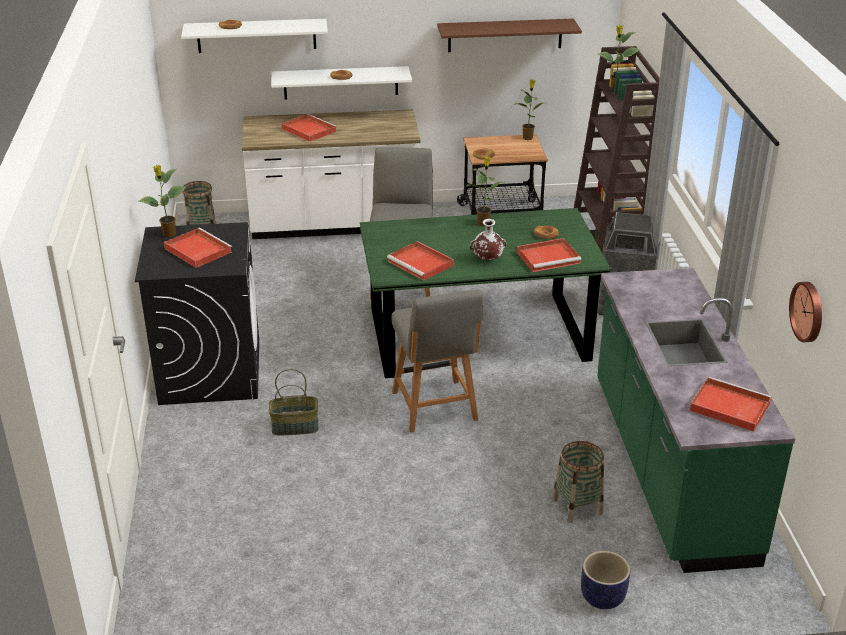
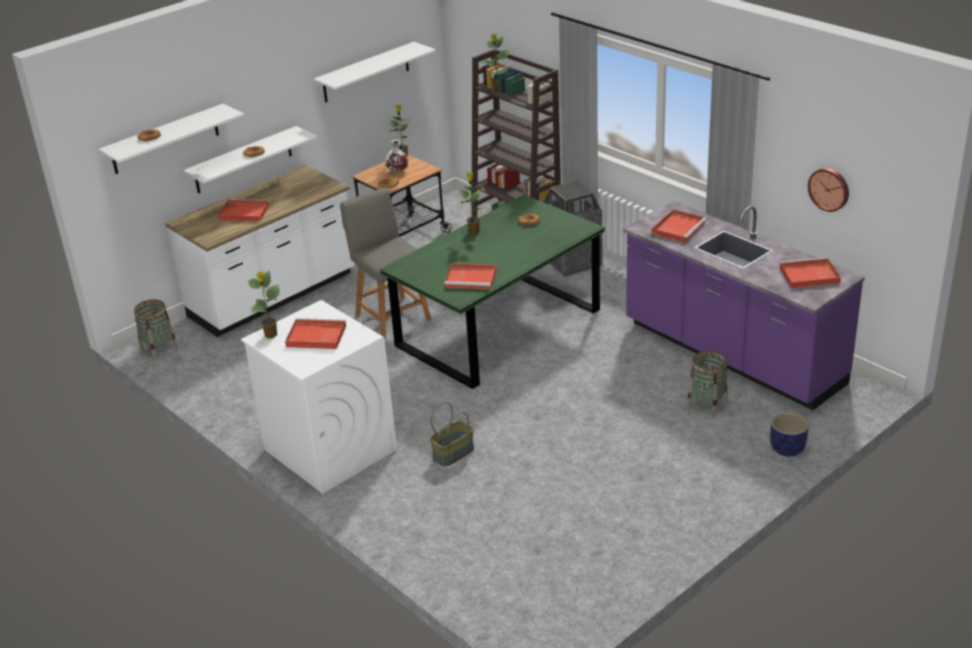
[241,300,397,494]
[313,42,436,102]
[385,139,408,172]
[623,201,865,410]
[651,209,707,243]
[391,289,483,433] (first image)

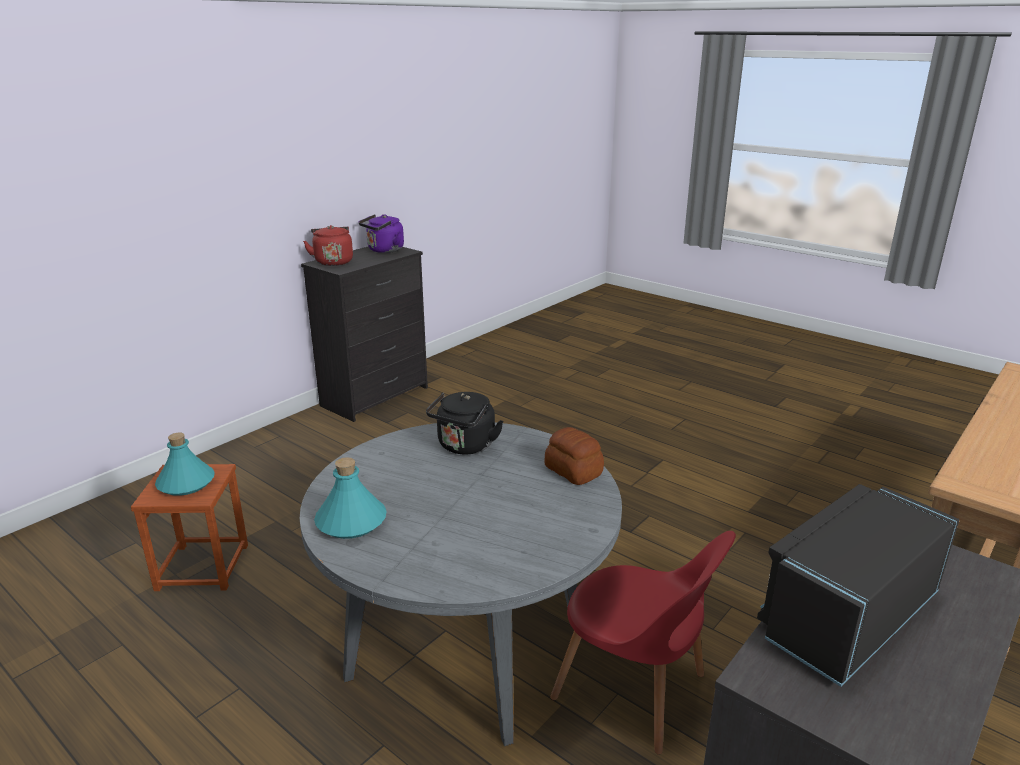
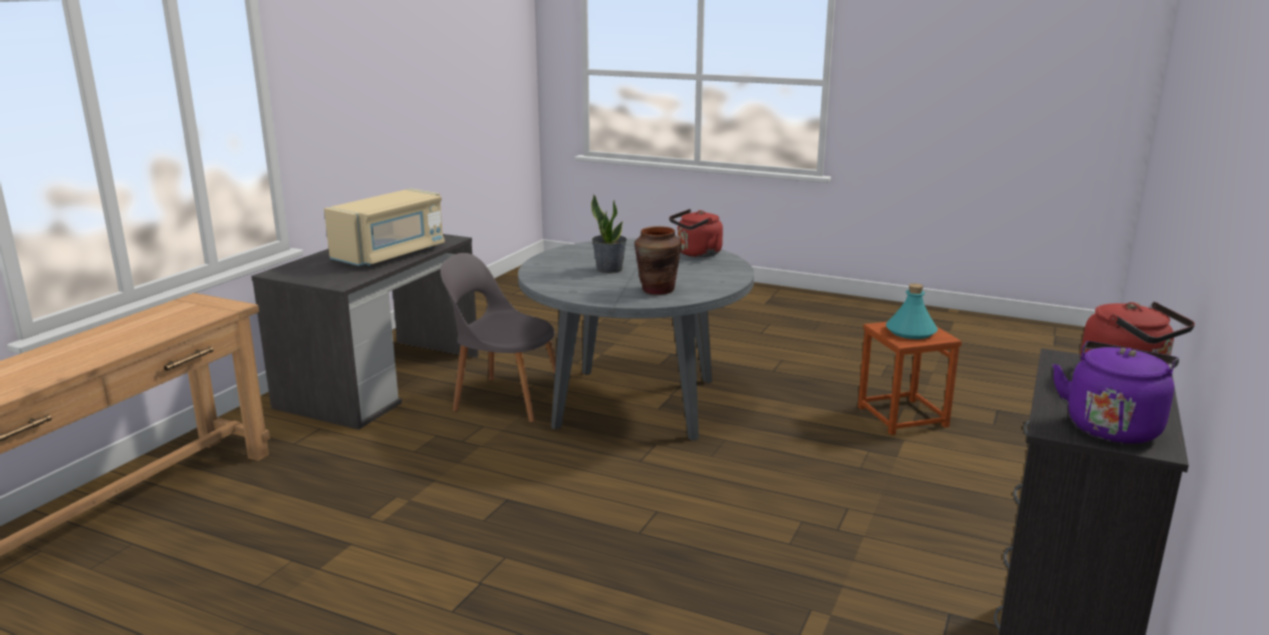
[324,188,445,266]
[440,253,556,423]
[591,194,627,273]
[635,226,681,295]
[669,209,723,257]
[545,427,604,485] (first image)

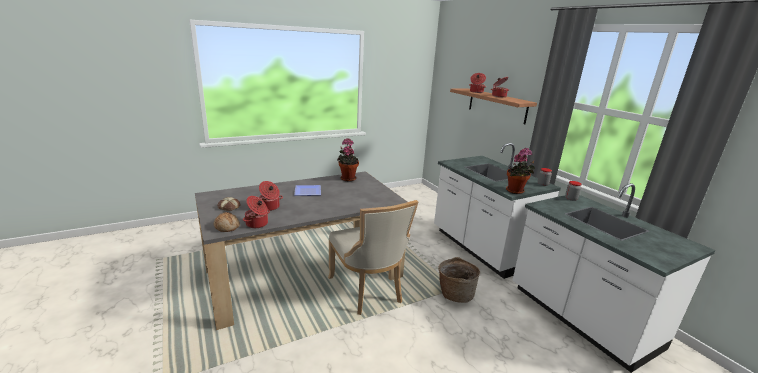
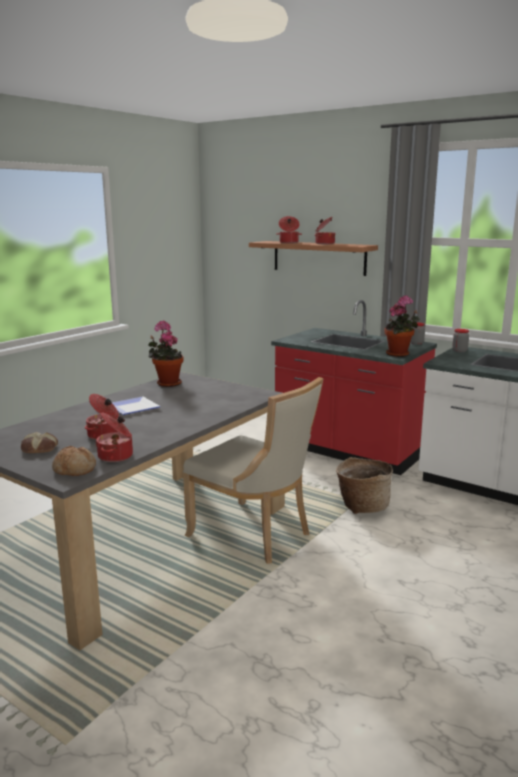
[271,300,437,475]

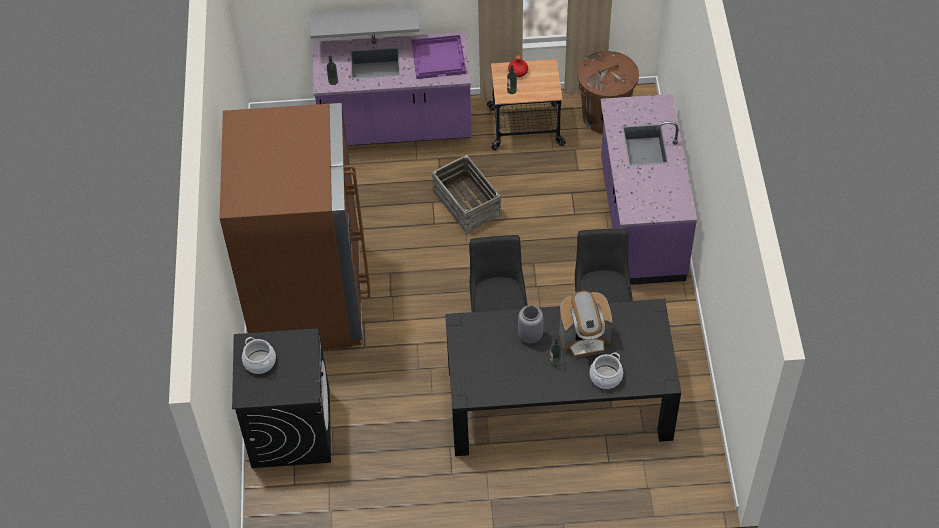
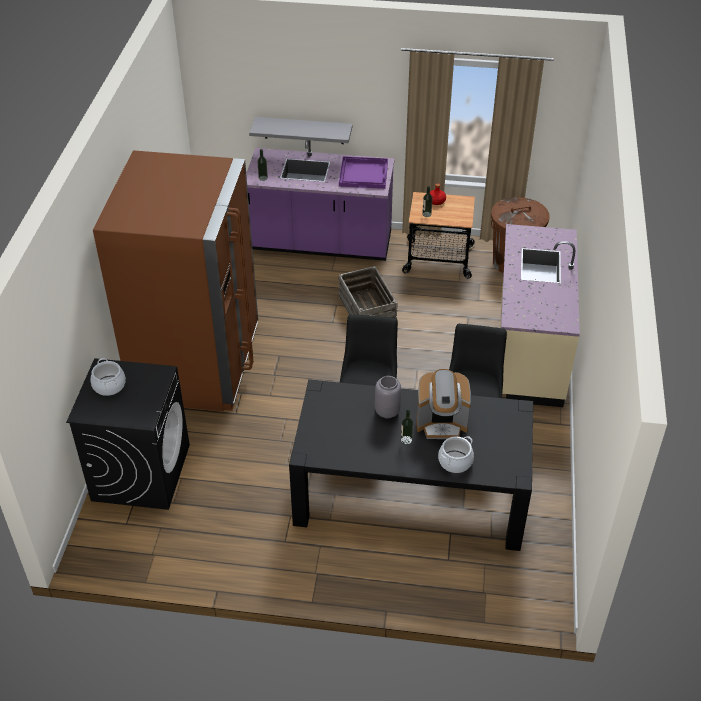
[500,224,580,407]

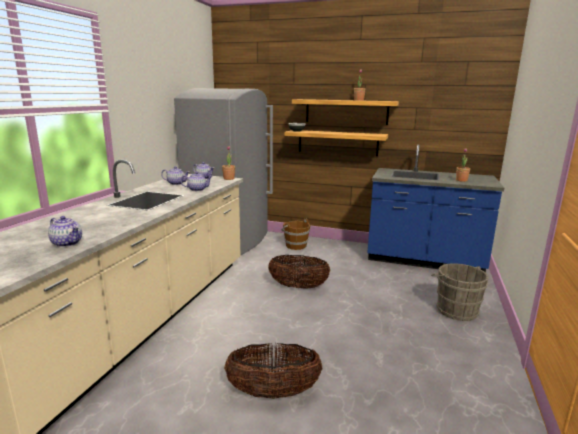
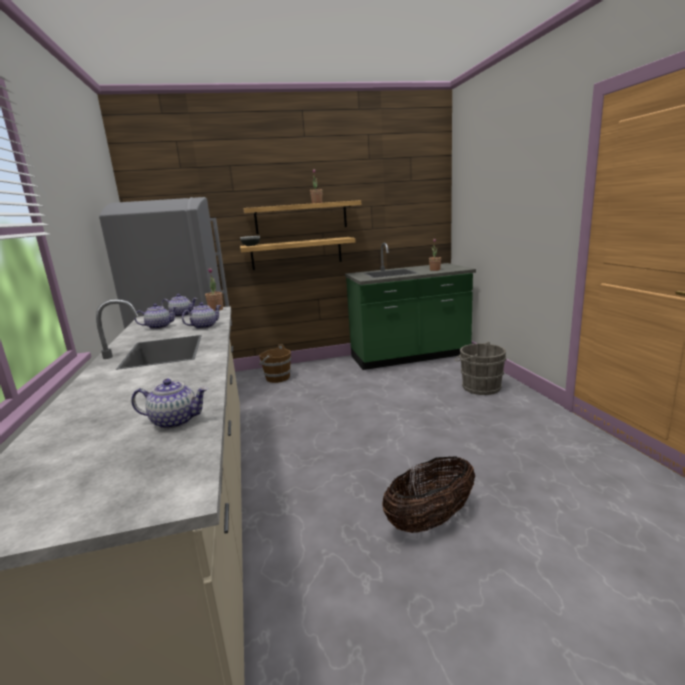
[345,243,476,370]
[268,255,330,289] (first image)

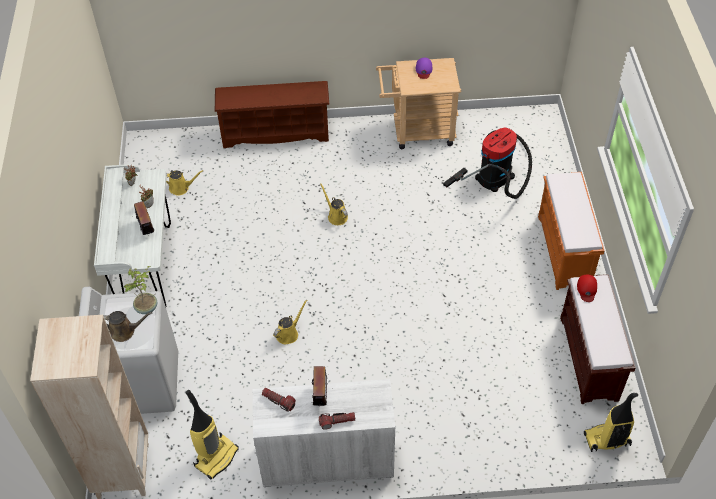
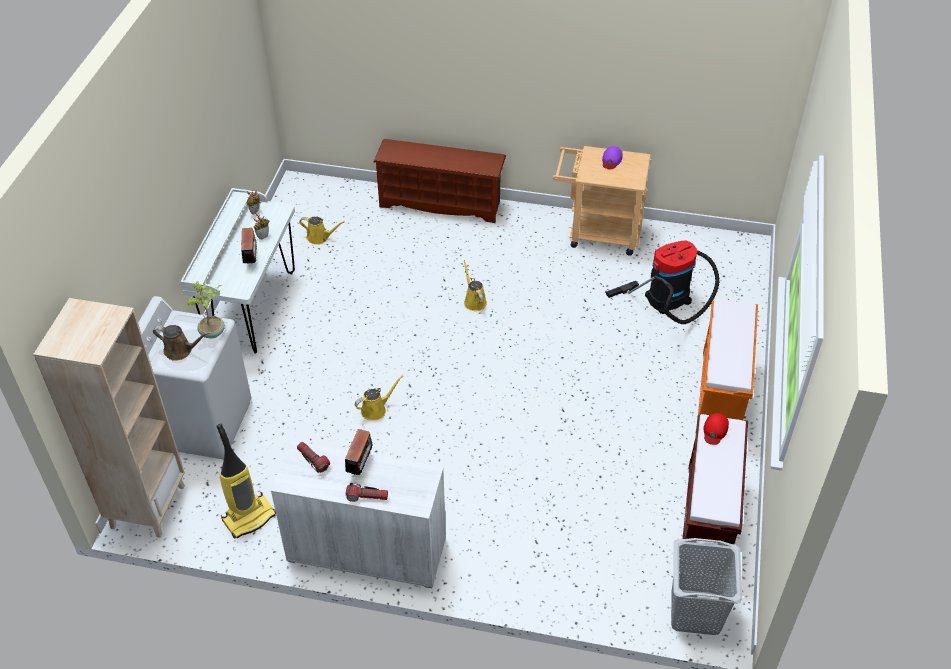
[671,538,742,635]

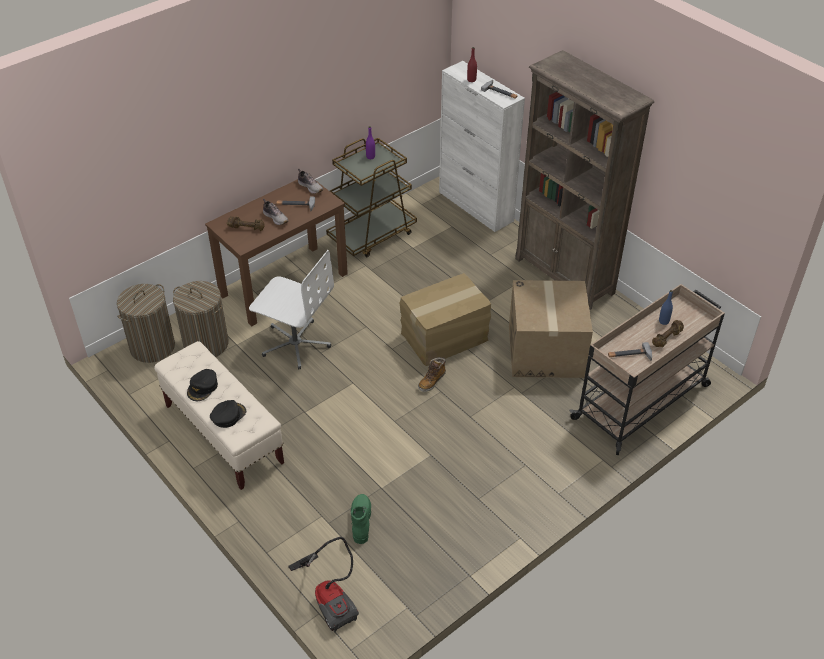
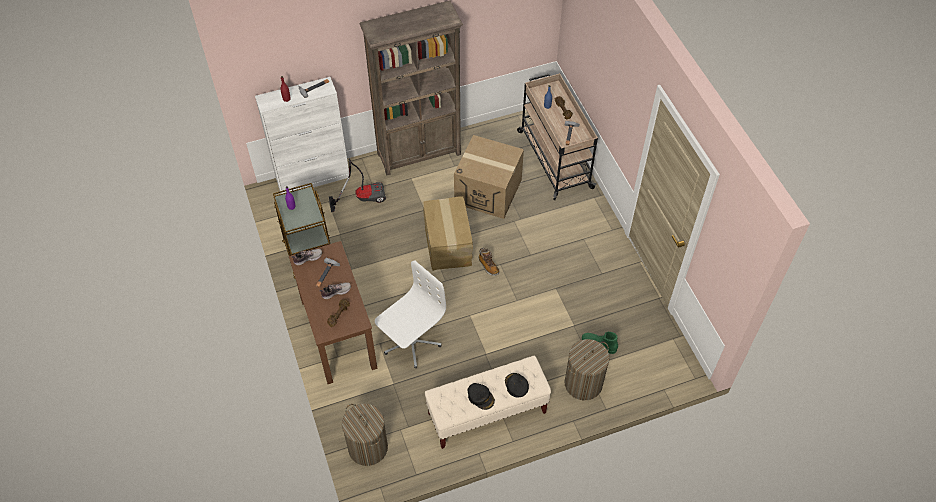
[329,159,386,212]
[564,339,610,400]

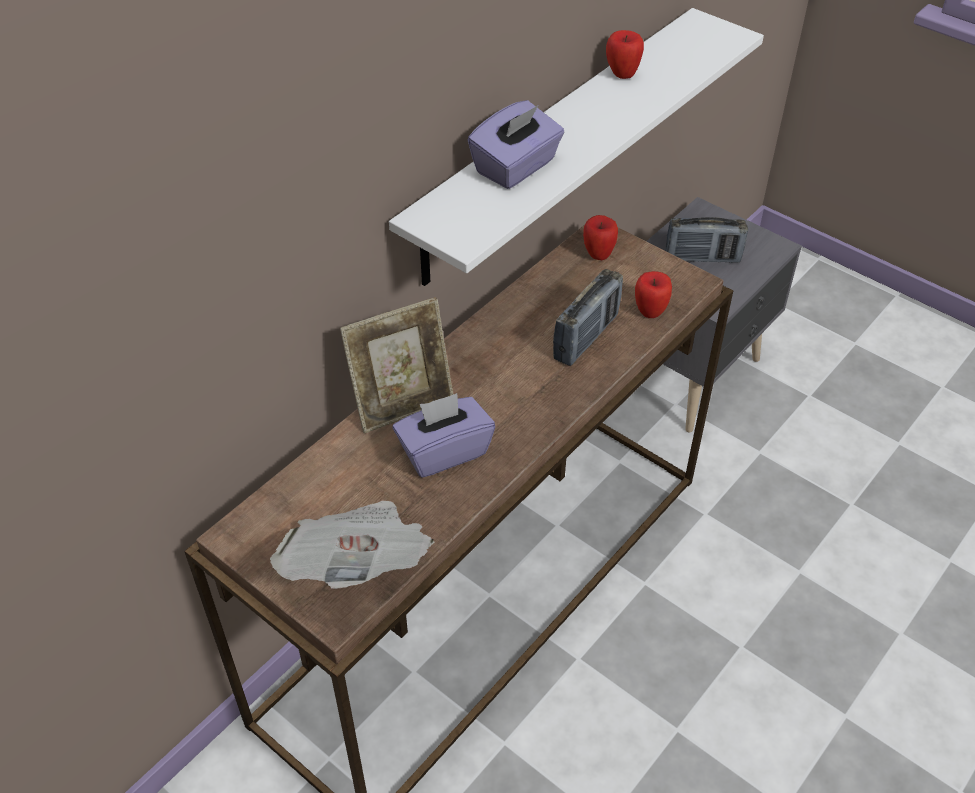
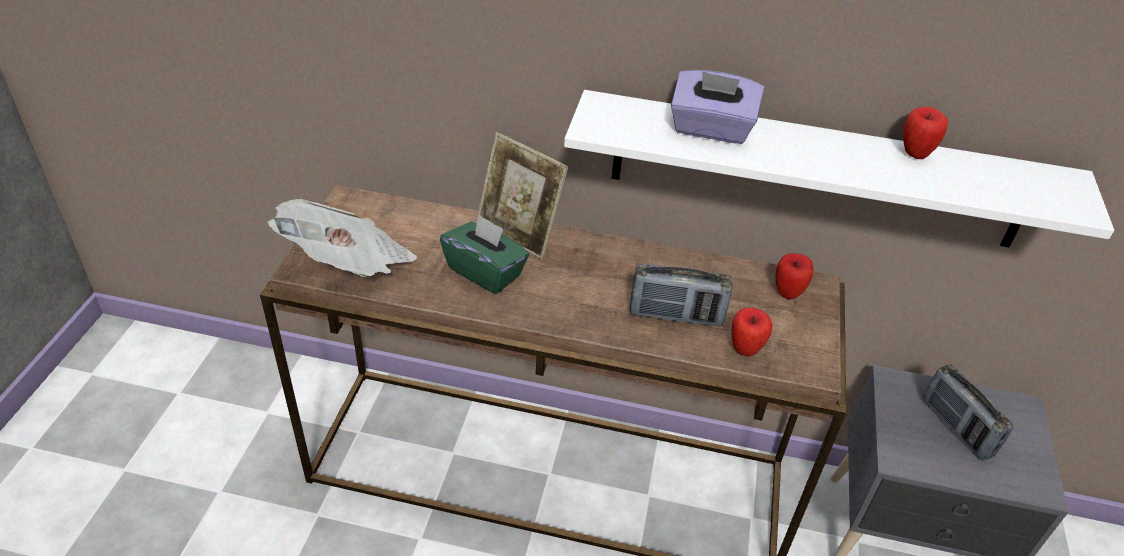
[440,214,529,294]

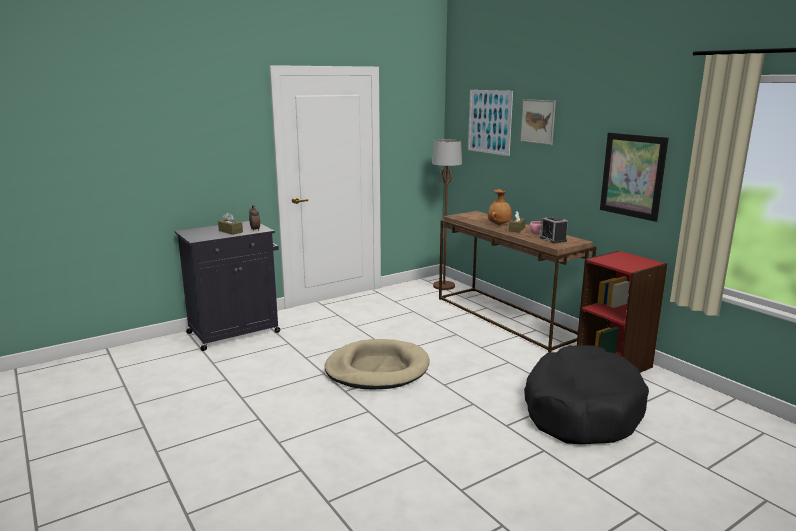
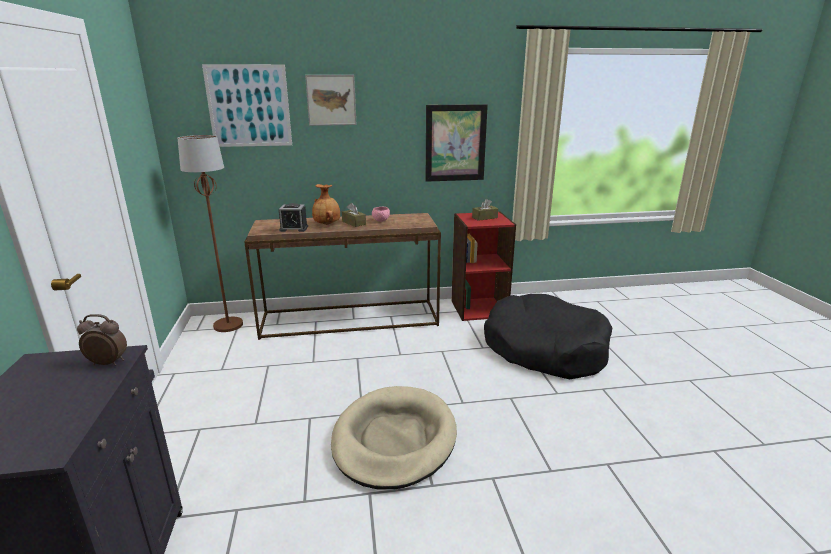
[279,203,308,232]
[472,199,498,221]

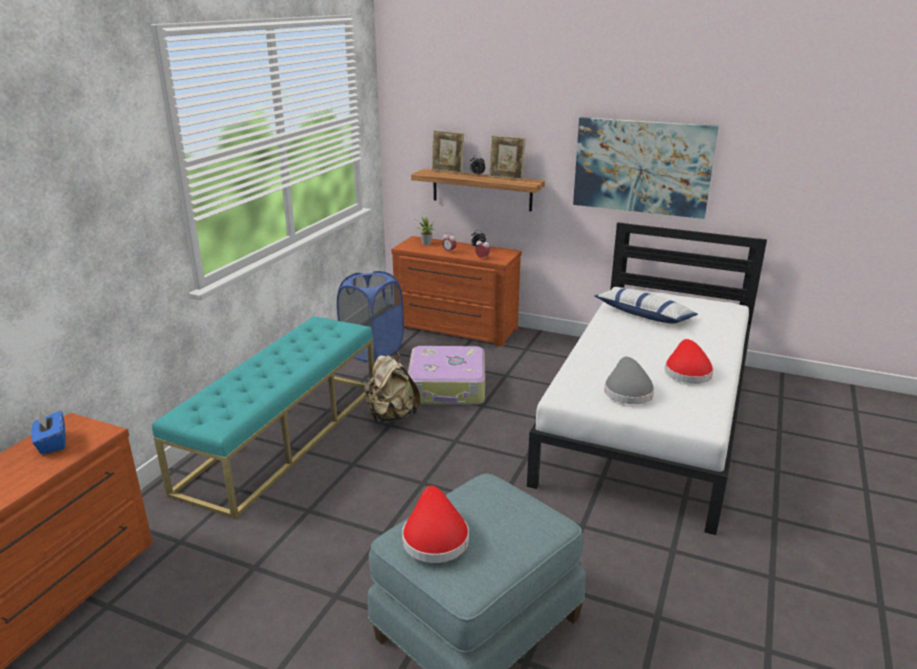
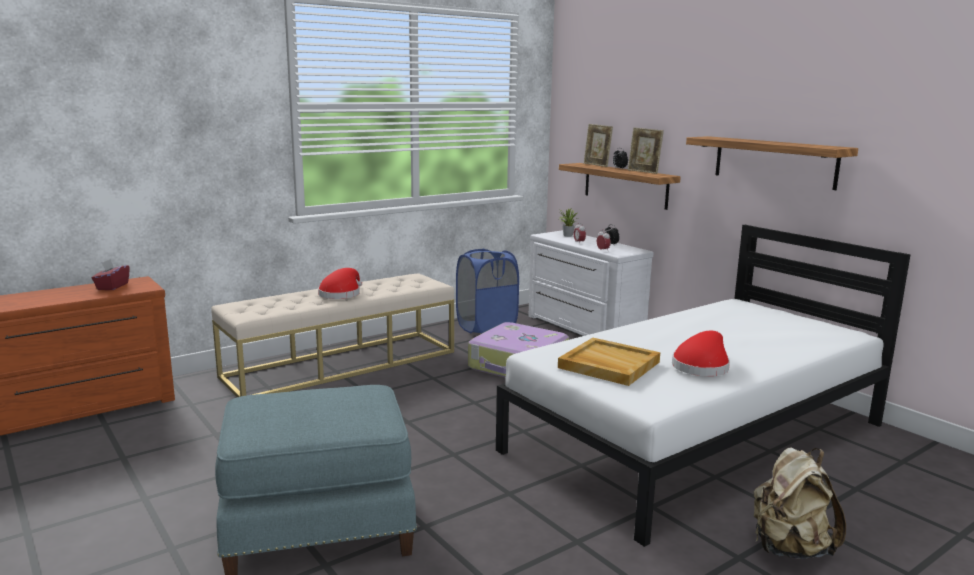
[92,259,130,290]
[211,273,454,397]
[318,268,362,299]
[529,230,654,336]
[558,338,660,386]
[686,136,858,190]
[754,448,846,559]
[595,288,698,323] (first image)

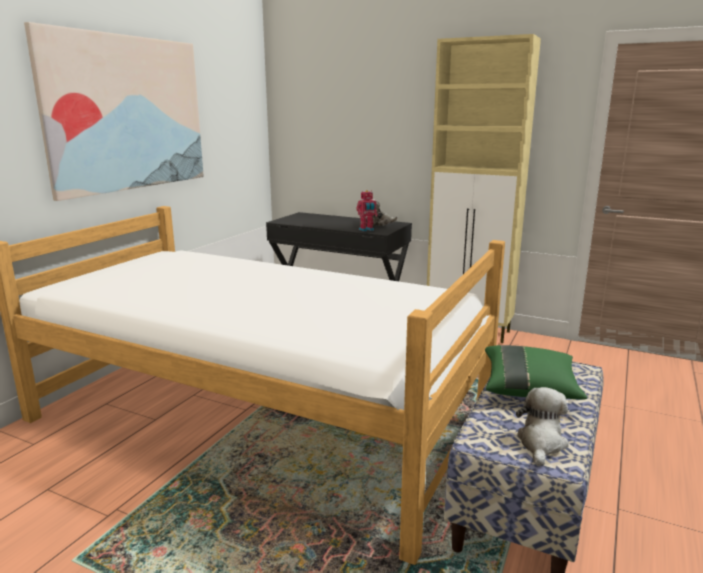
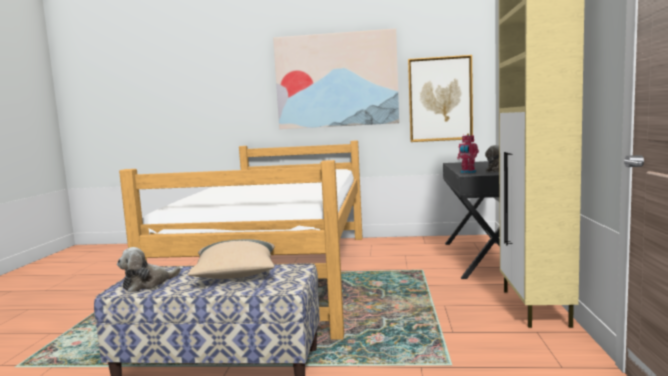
[117,247,181,292]
[188,239,275,279]
[408,55,473,142]

